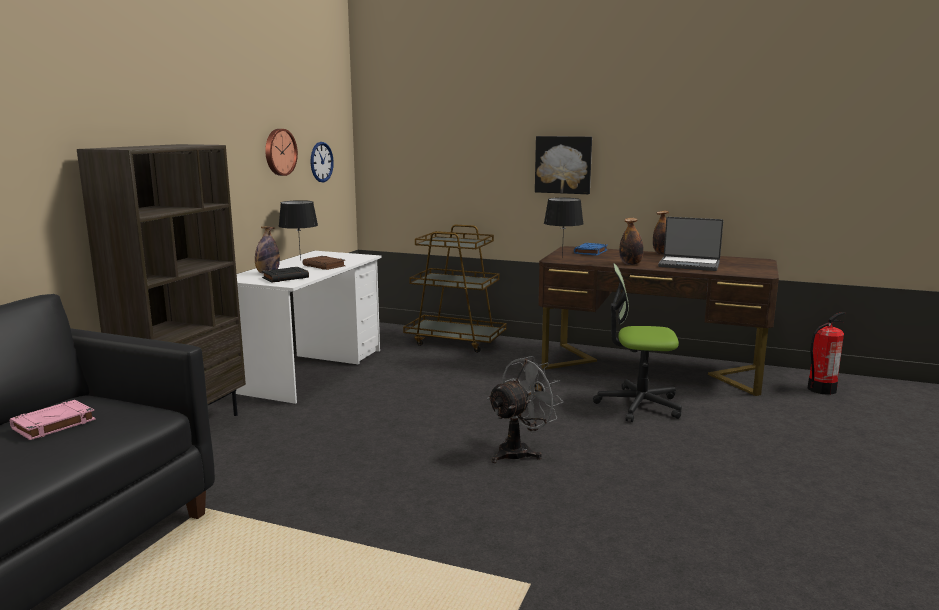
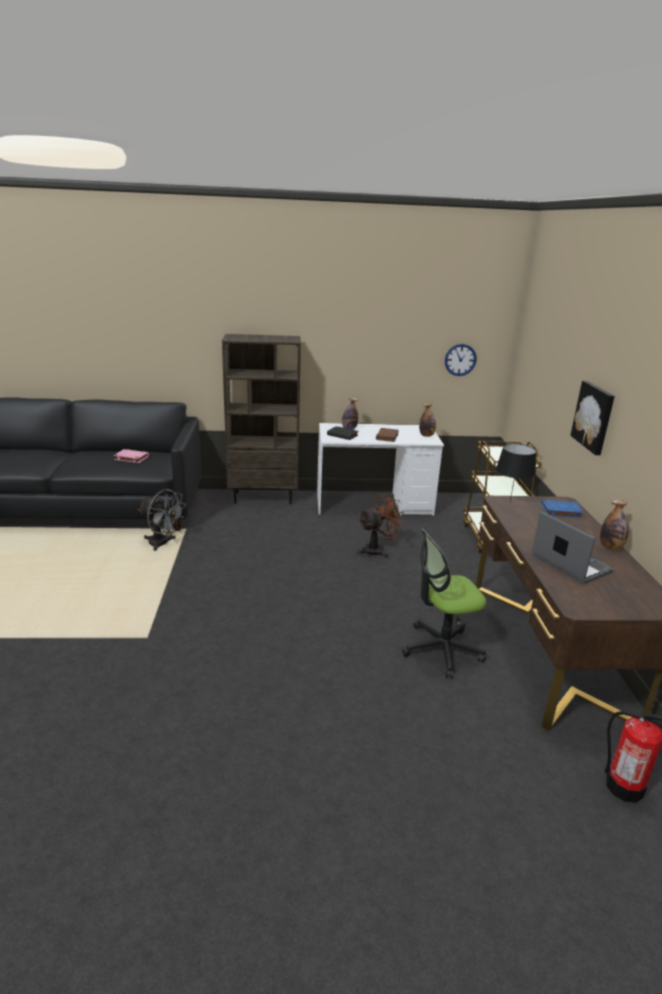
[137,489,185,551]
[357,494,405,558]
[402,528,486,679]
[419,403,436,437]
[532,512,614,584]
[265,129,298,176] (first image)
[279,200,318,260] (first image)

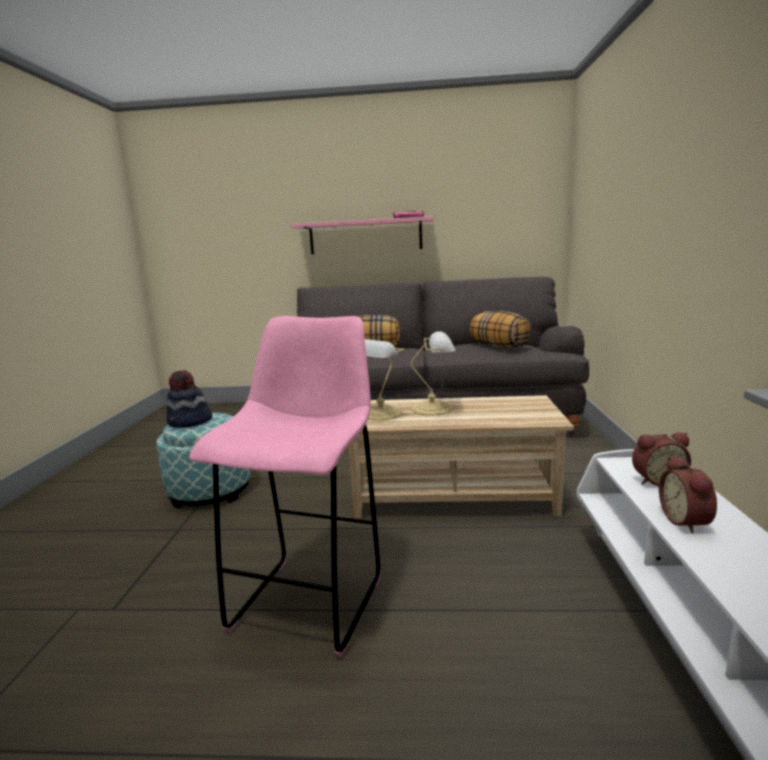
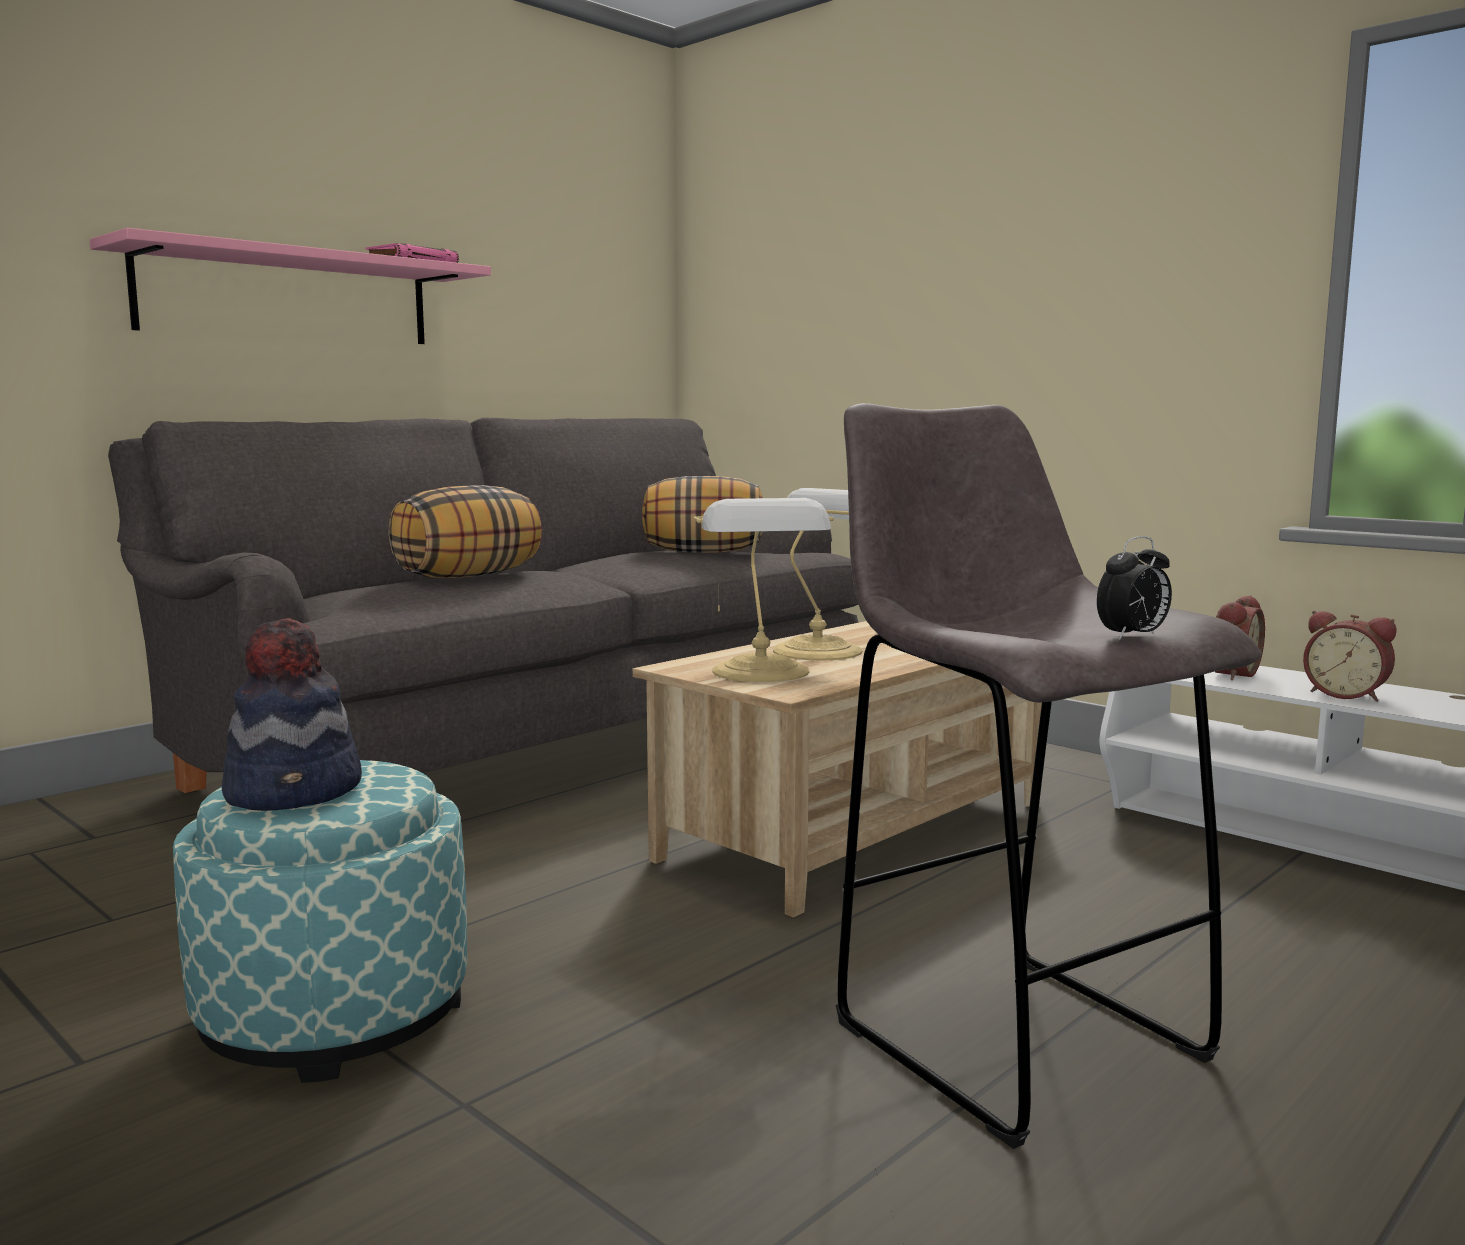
[836,403,1261,1149]
[1097,536,1172,640]

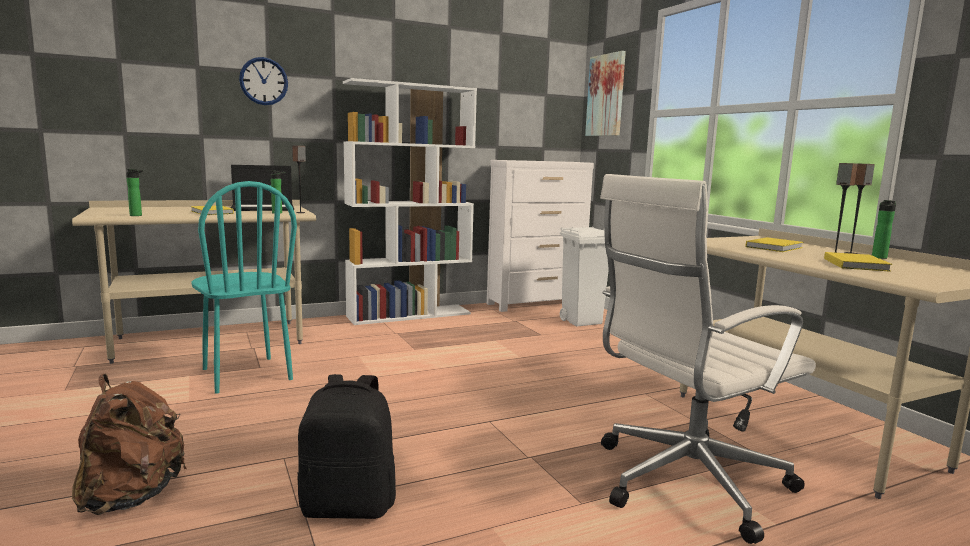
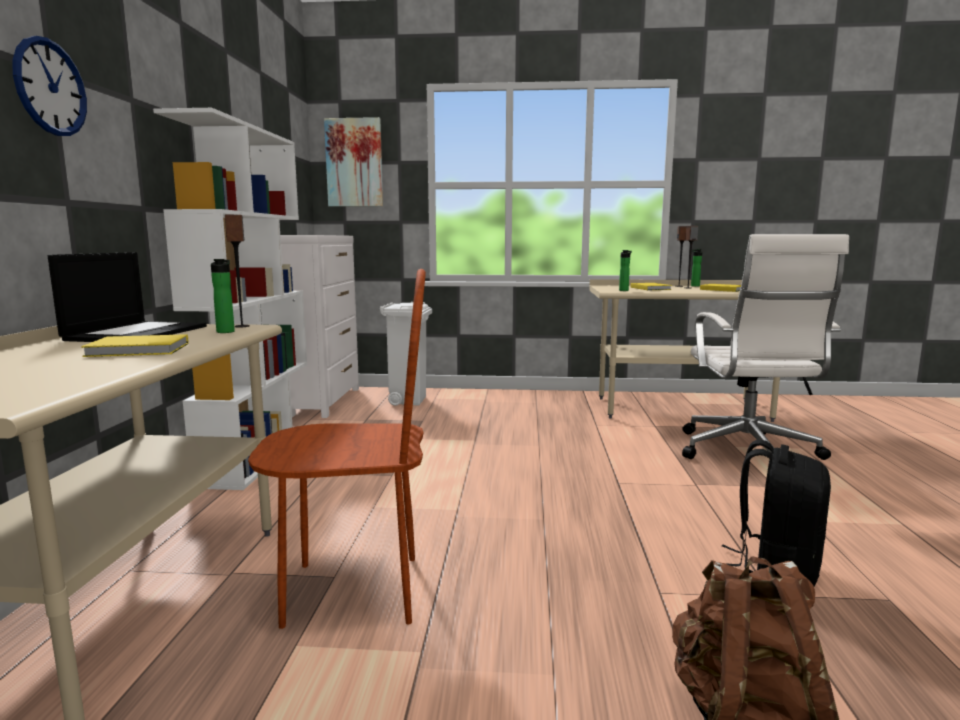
[248,269,426,629]
[619,250,632,291]

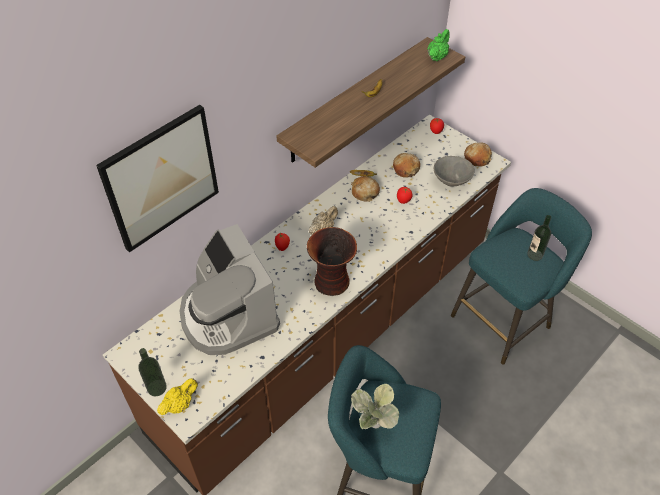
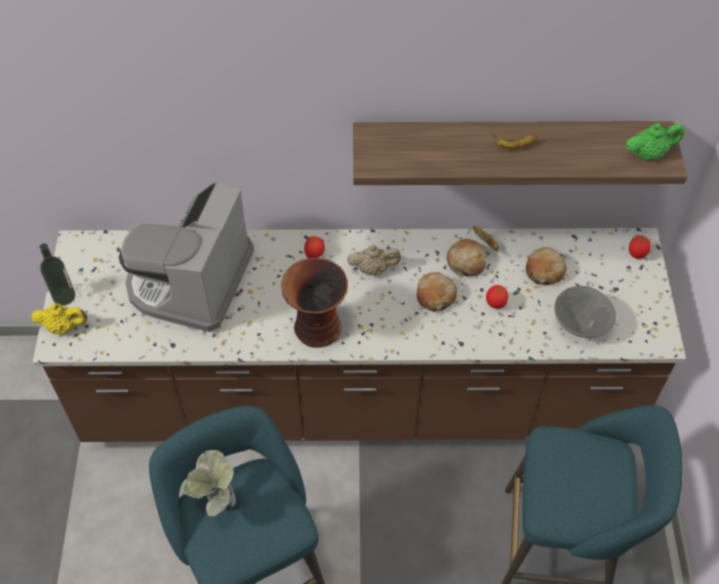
[417,272,457,312]
[96,105,219,252] (first image)
[527,215,552,261] (first image)

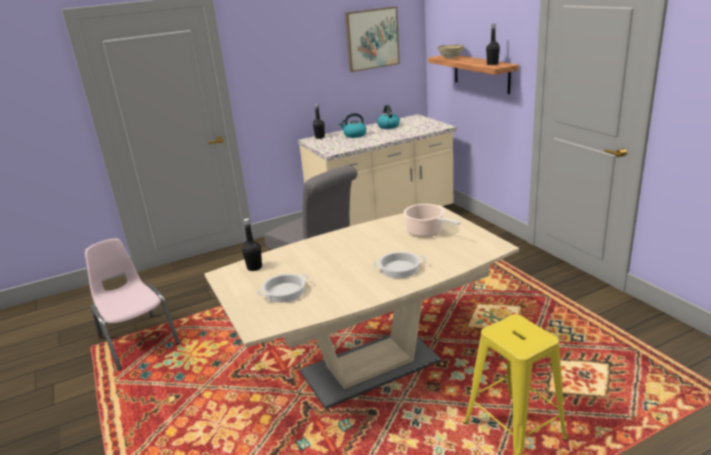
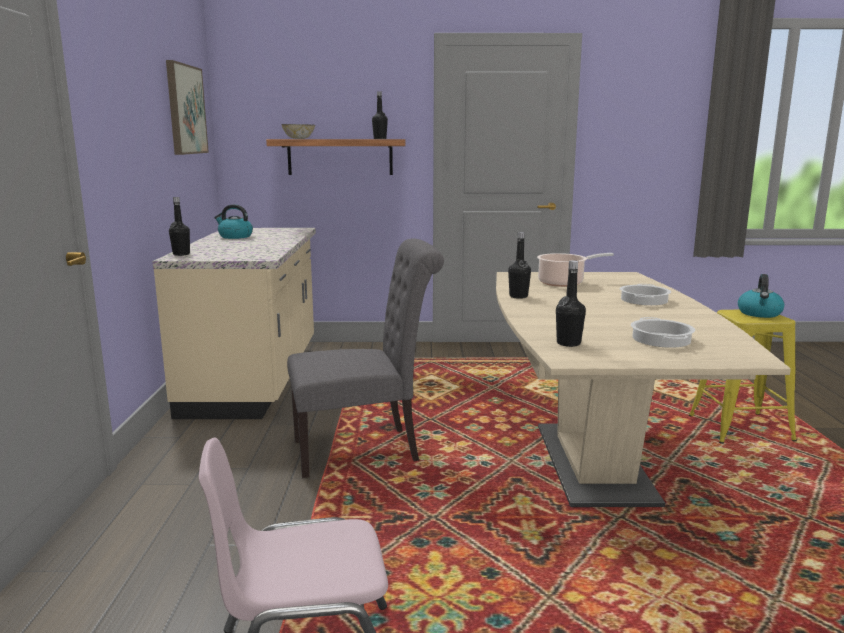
[508,232,531,299]
[738,274,784,318]

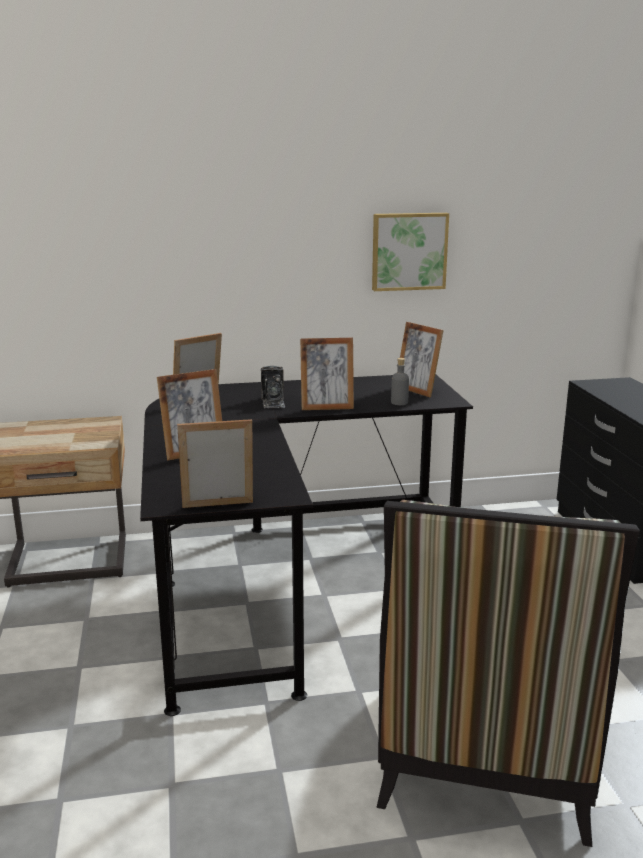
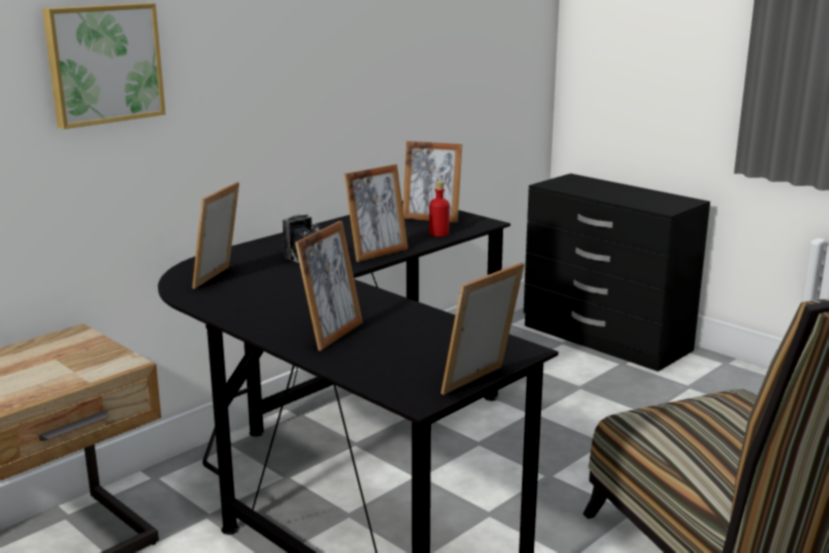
[42,3,166,129]
[429,181,449,237]

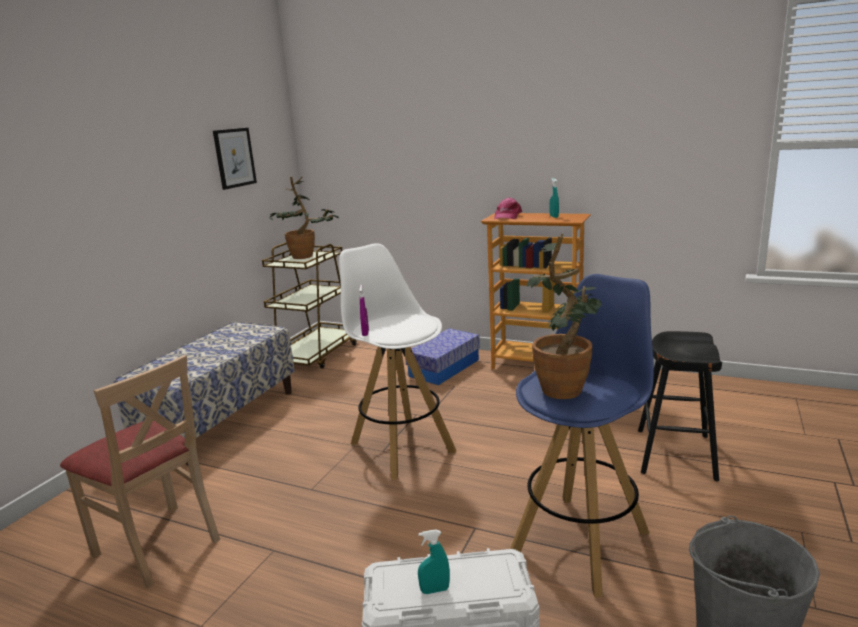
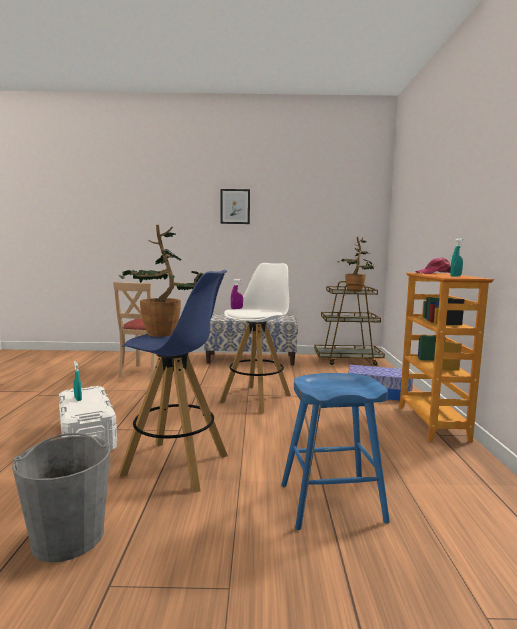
[221,189,250,224]
[281,373,390,530]

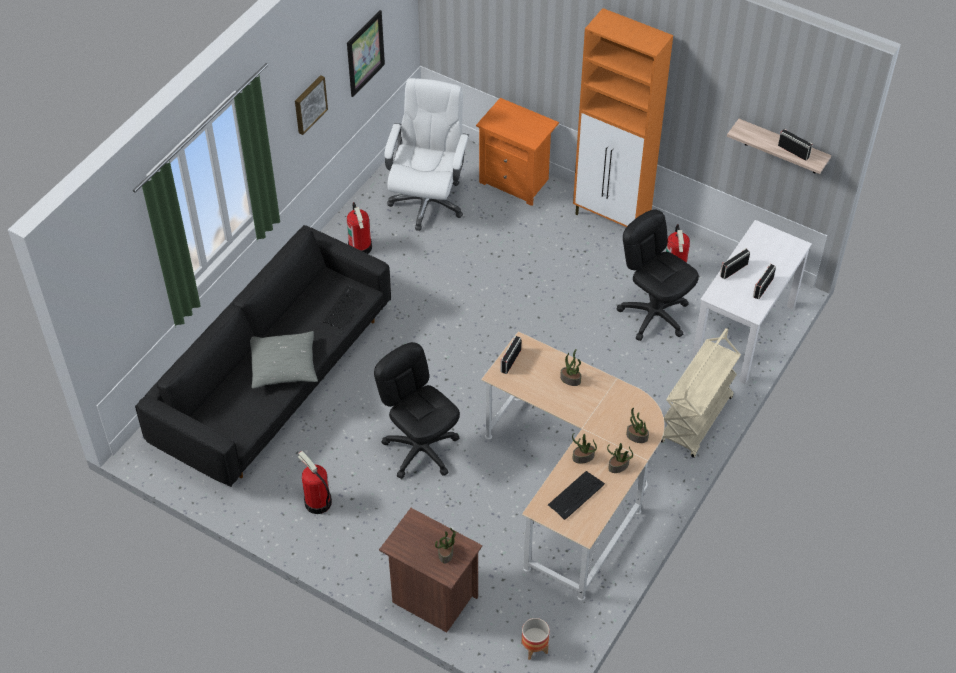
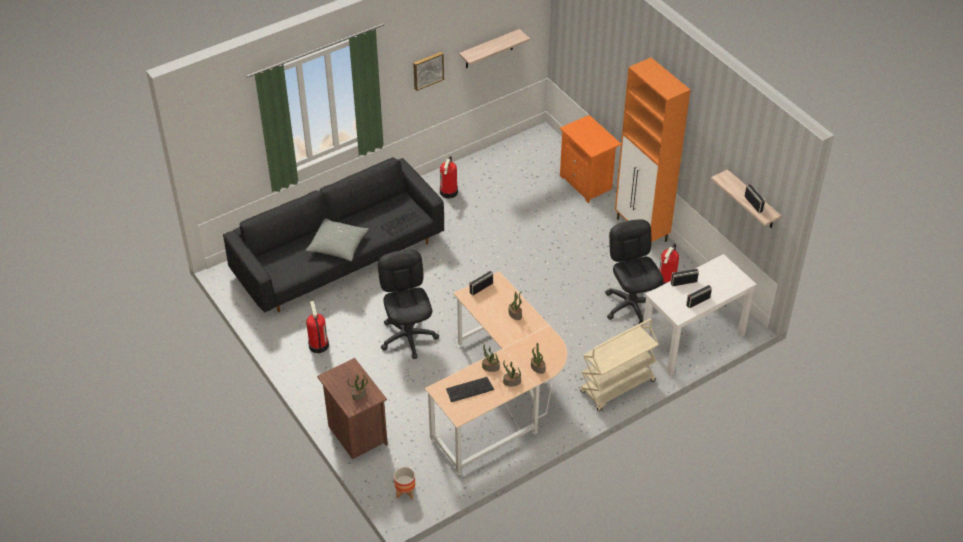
[459,29,530,68]
[384,78,469,231] (first image)

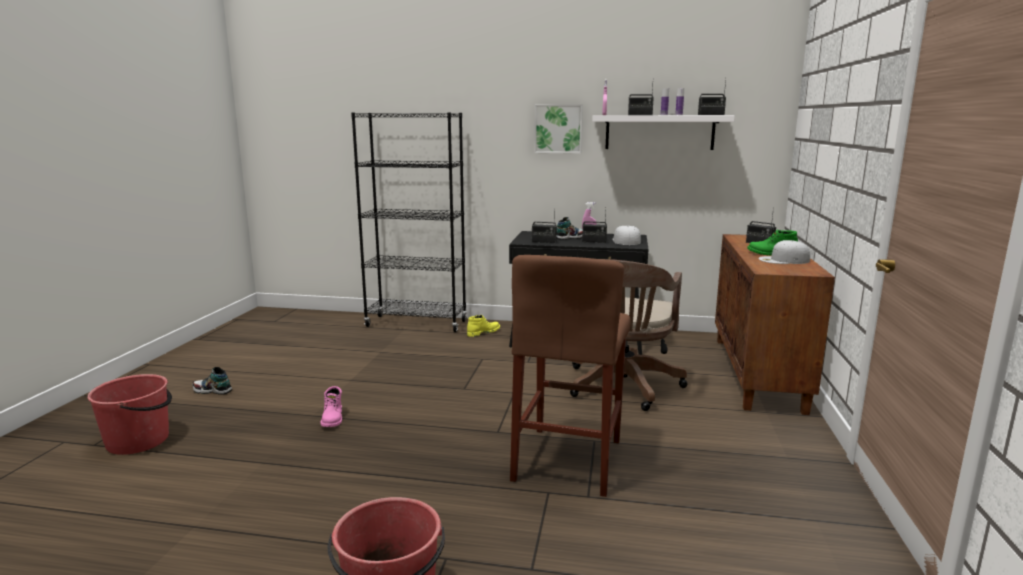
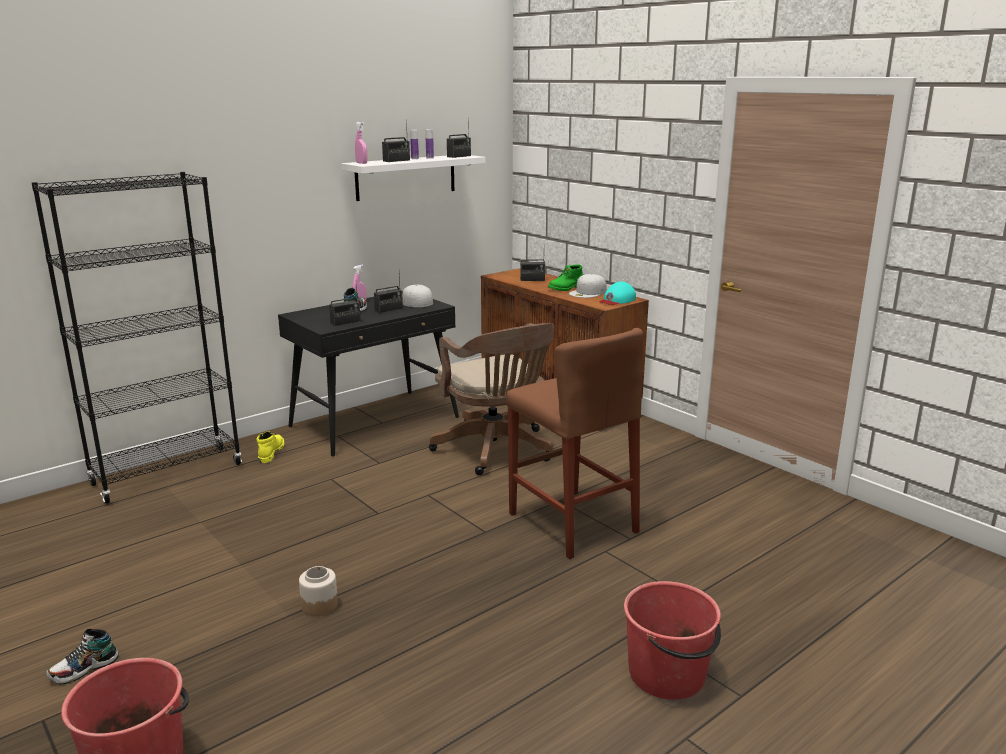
[299,566,338,616]
[599,281,636,305]
[534,104,583,154] (first image)

